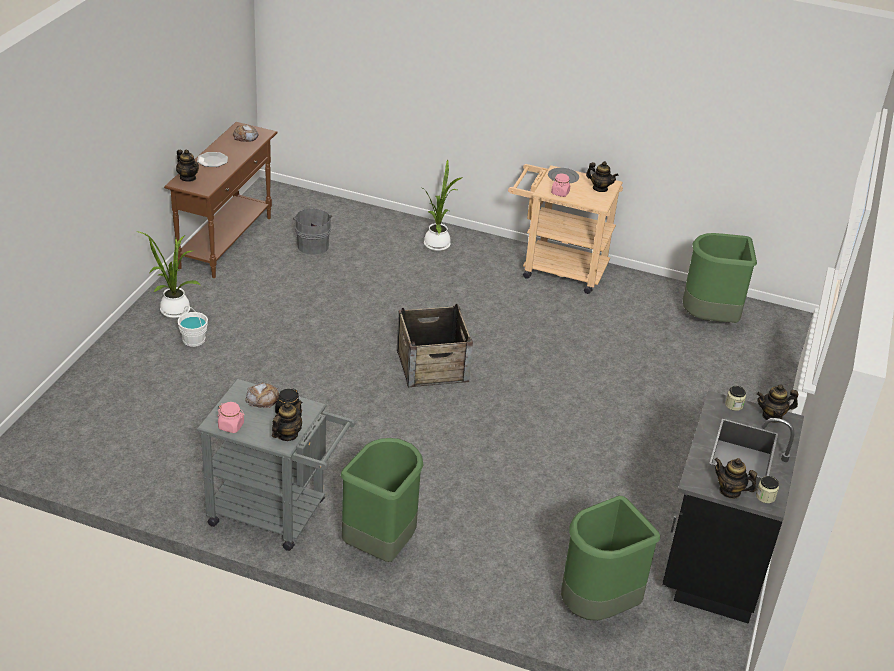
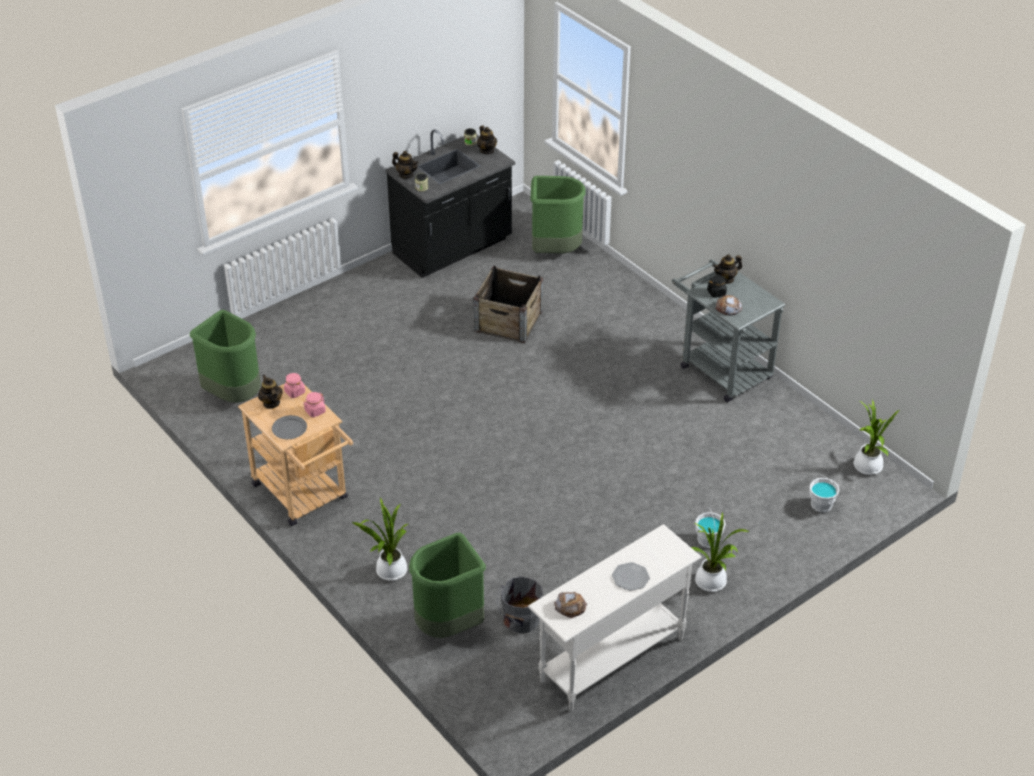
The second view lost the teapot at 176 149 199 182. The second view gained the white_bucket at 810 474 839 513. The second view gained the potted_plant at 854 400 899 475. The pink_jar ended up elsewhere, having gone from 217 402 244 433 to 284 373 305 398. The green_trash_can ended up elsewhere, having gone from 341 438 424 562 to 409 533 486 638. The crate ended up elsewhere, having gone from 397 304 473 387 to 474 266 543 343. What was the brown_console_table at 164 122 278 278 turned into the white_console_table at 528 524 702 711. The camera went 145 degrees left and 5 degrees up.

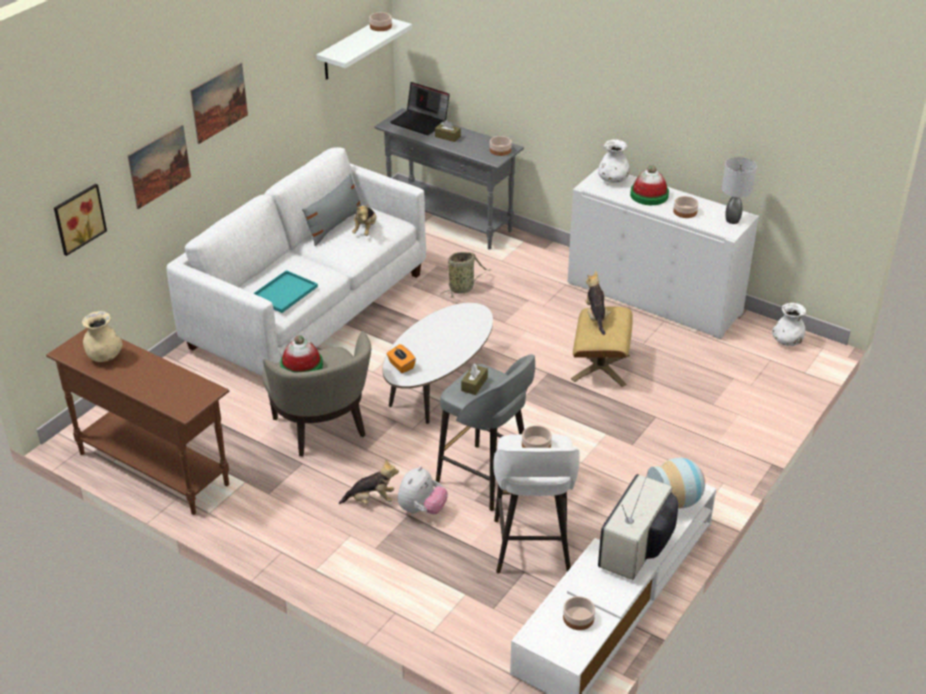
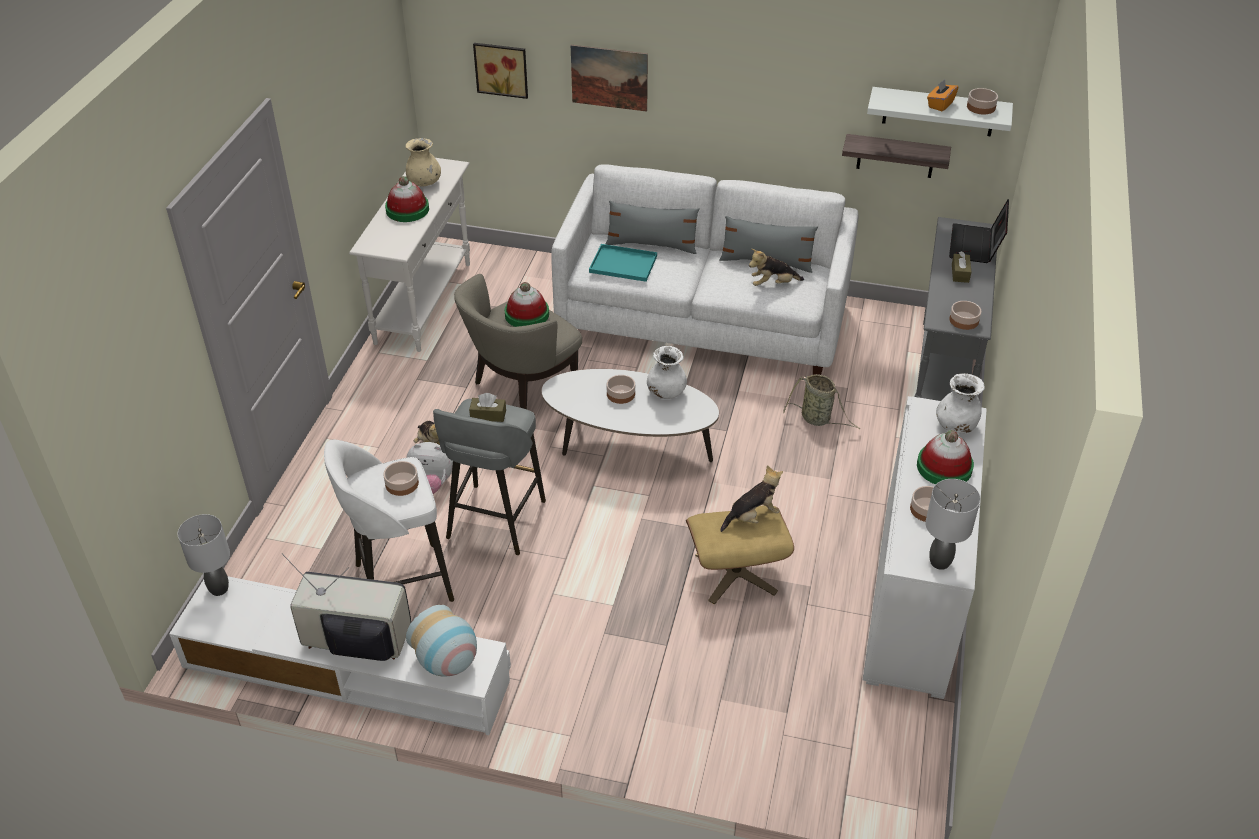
The second view lost the picture at 190 63 248 144. The second view gained the grey_table_lamp at 178 514 230 596. The second view gained the hat at 385 176 429 222. The second view gained the grey_pillow at 606 201 700 254. The second view gained the shelf at 842 134 951 178. The orange_tissue_box ended up elsewhere, having gone from 386 344 416 373 to 927 79 959 111. The bowl ended up elsewhere, having gone from 563 596 595 630 to 606 375 635 404. The white_vase ended up elsewhere, having gone from 772 303 806 346 to 647 346 687 399. What was the brown_console_table at 46 328 229 515 turned into the white_console_table at 349 158 470 352. The camera went 70 degrees right and 5 degrees up.

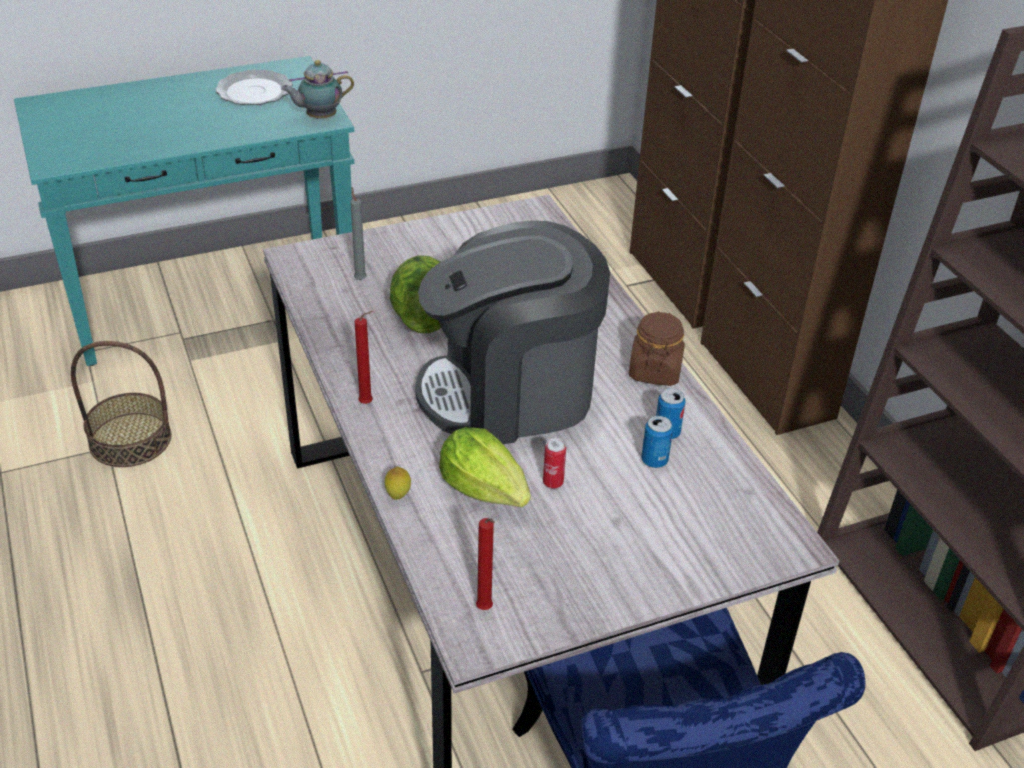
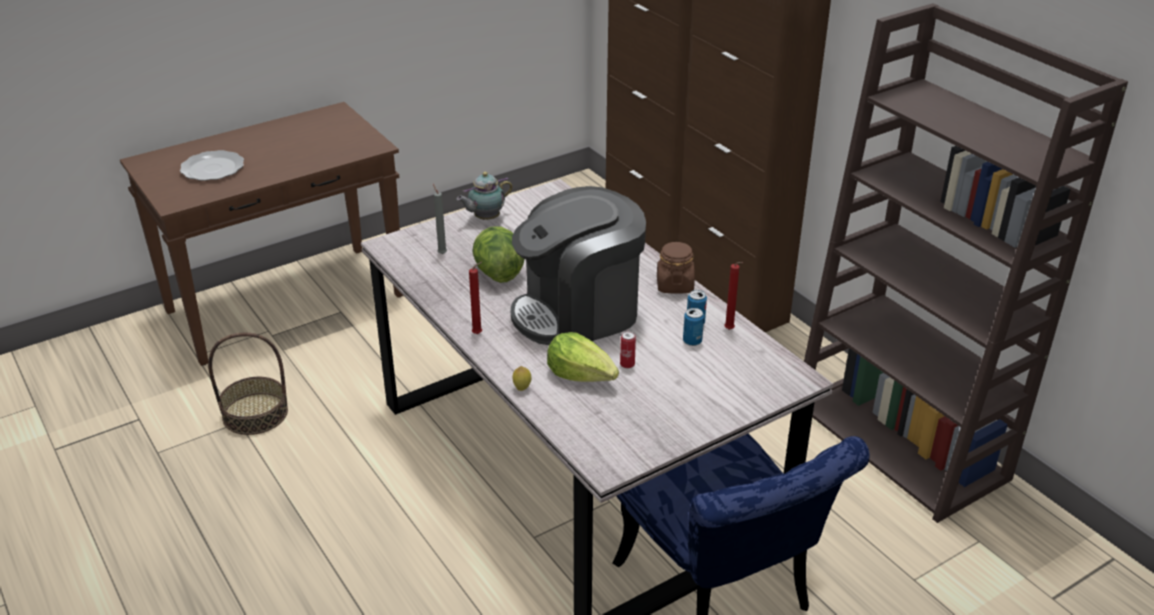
The plate ended up elsewhere, having gone from 216 70 293 105 to 180 150 244 181. The teapot ended up elsewhere, having gone from 281 60 354 119 to 457 172 513 220. The red_candle ended up elsewhere, having gone from 476 518 495 610 to 724 262 743 330. What was the turquoise_console_table at 14 56 354 366 turned into the brown_console_table at 120 102 404 366. The camera went 10 degrees left and 5 degrees down.

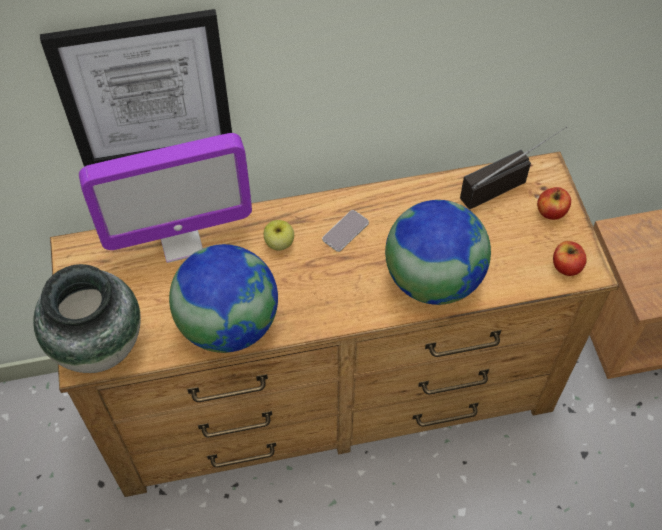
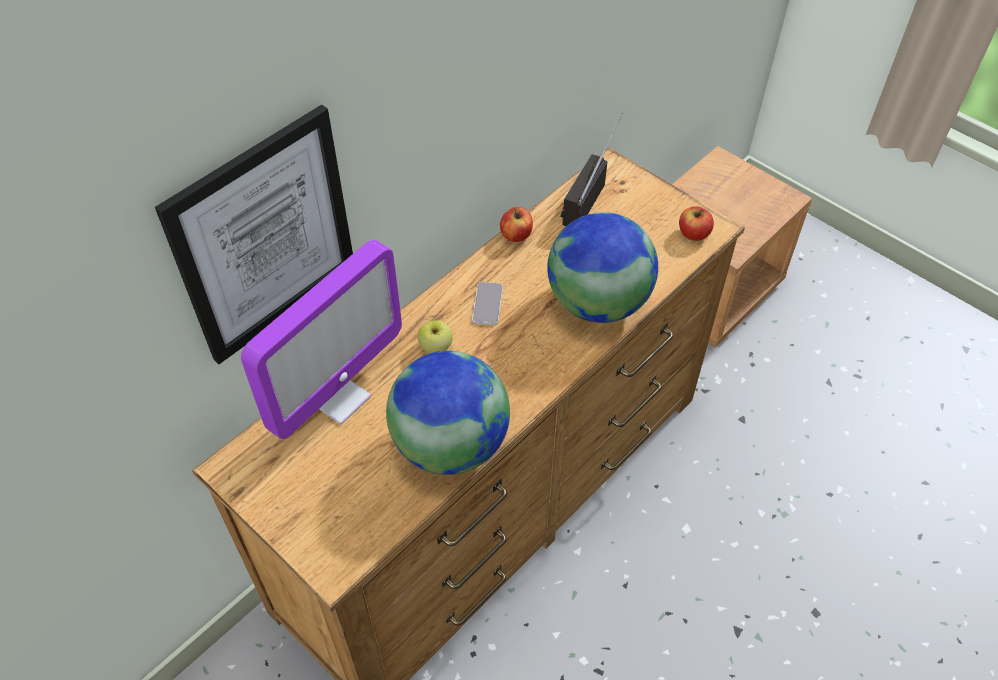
The second view lost the vase at 33 264 141 373. The apple ended up elsewhere, having gone from 537 187 571 220 to 500 207 533 242. The camera went 35 degrees left and 5 degrees down.

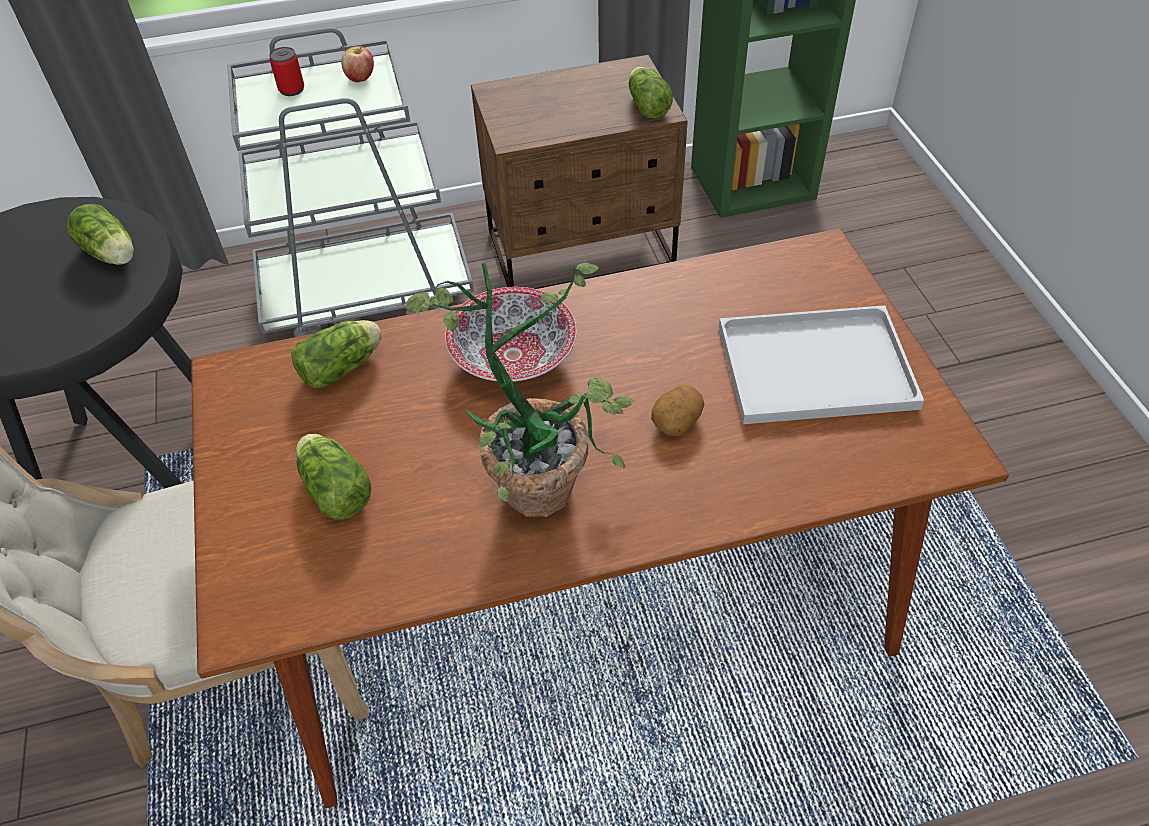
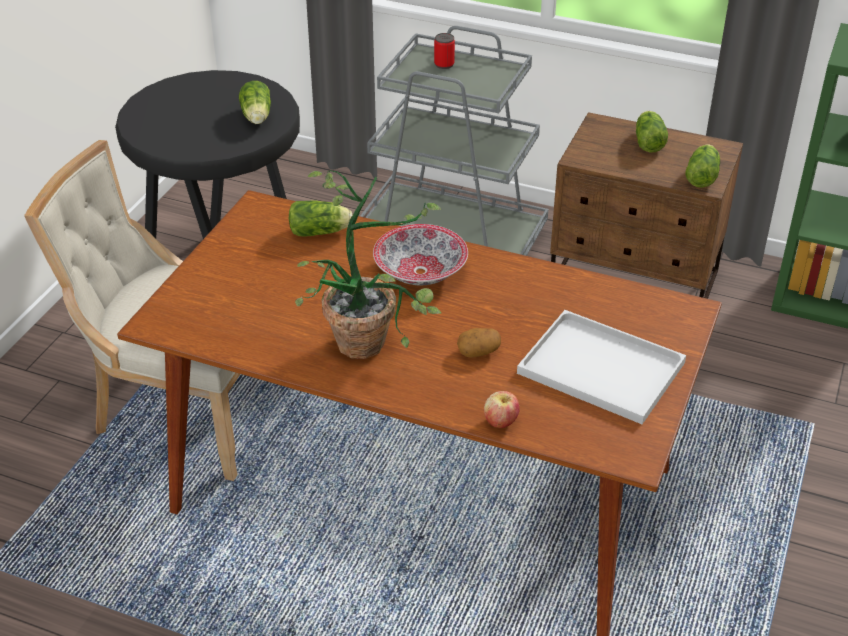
The lettuce ended up elsewhere, having gone from 296 434 371 519 to 636 111 668 153. The apple ended up elsewhere, having gone from 341 46 374 82 to 484 391 520 428. The camera went 35 degrees right and 10 degrees down.

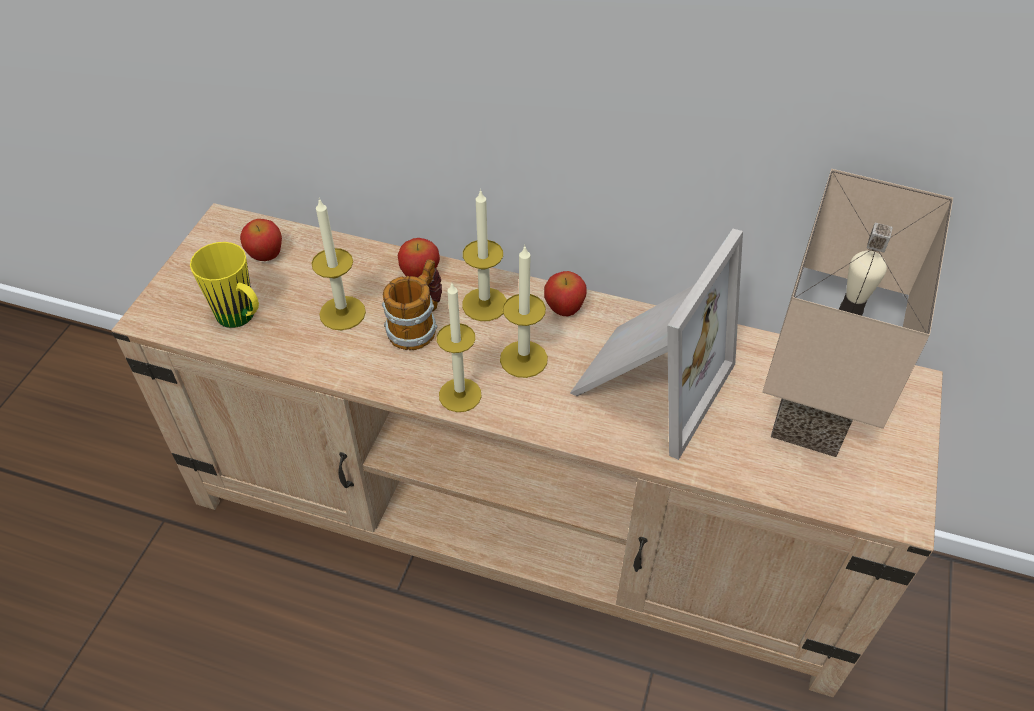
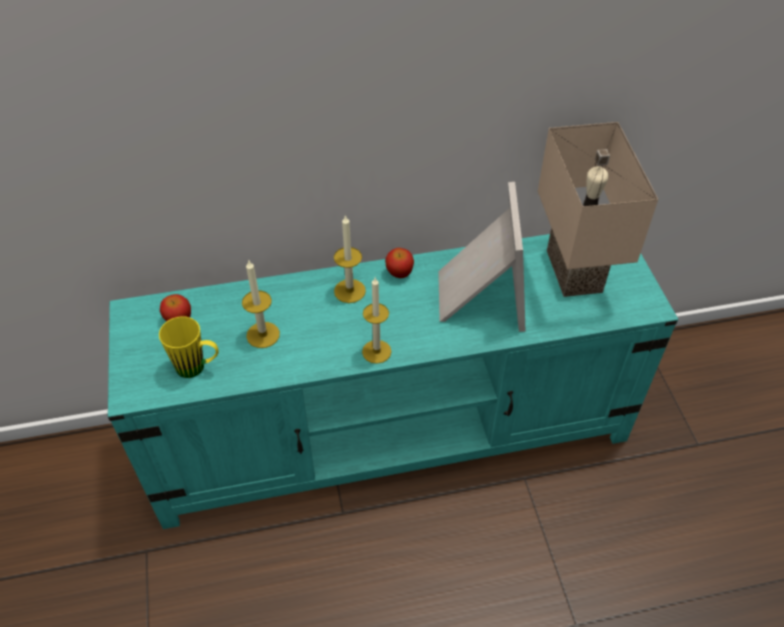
The second view lost the mug at 382 259 442 350. The second view lost the apple at 398 238 440 277. The second view lost the candle at 500 245 548 378. What was the beige_tv_stand at 111 203 943 697 turned into the turquoise_tv_stand at 108 234 678 529. The camera went 30 degrees left and 0 degrees up.

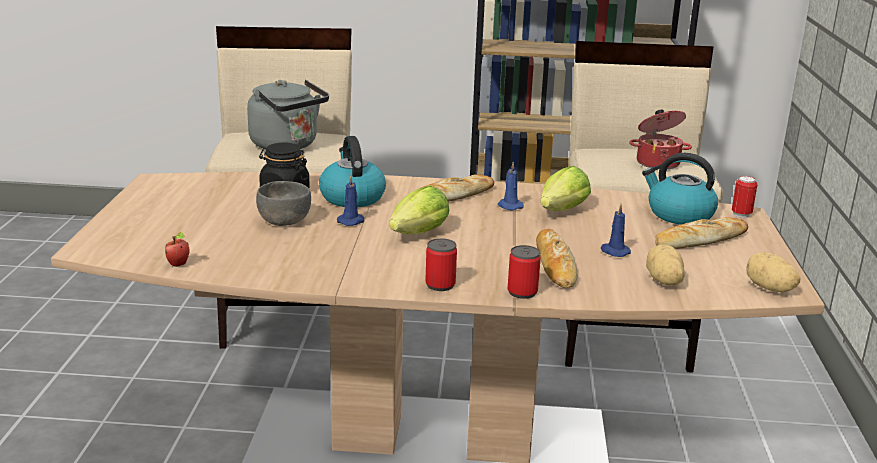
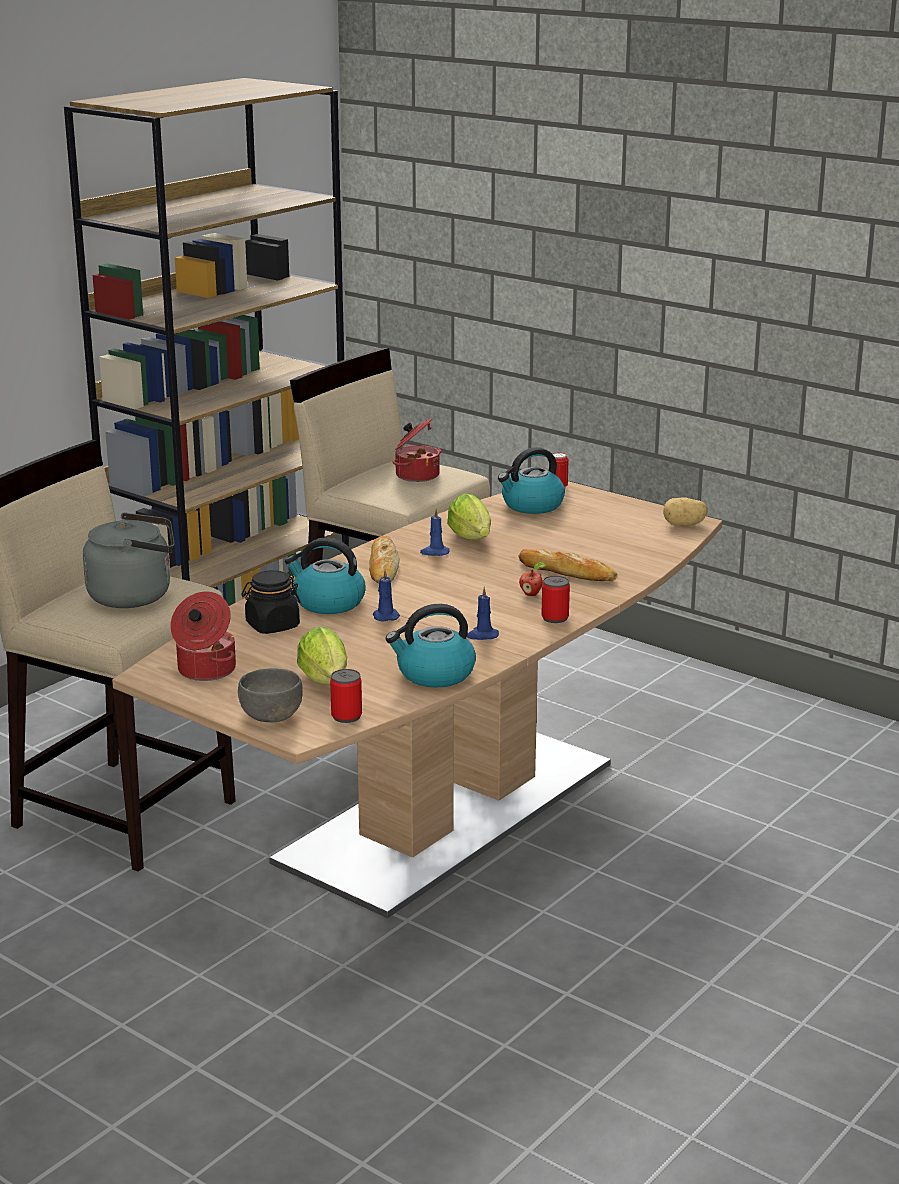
The second view lost the potato at 646 245 685 286. The second view lost the bread at 655 217 748 249. The second view gained the cooking_pot at 170 592 236 681. The second view gained the kettle at 385 604 476 688. The apple ended up elsewhere, having gone from 165 232 189 267 to 519 562 546 596. The grey_bowl ended up elsewhere, having gone from 256 181 311 226 to 238 668 303 722. The lettuce ended up elsewhere, having gone from 389 185 449 235 to 297 627 347 685. The can ended up elsewhere, having gone from 508 245 541 299 to 330 669 362 723. The blue_candle ended up elsewhere, having gone from 601 204 631 257 to 467 587 499 640. The camera went 55 degrees left and 0 degrees up.

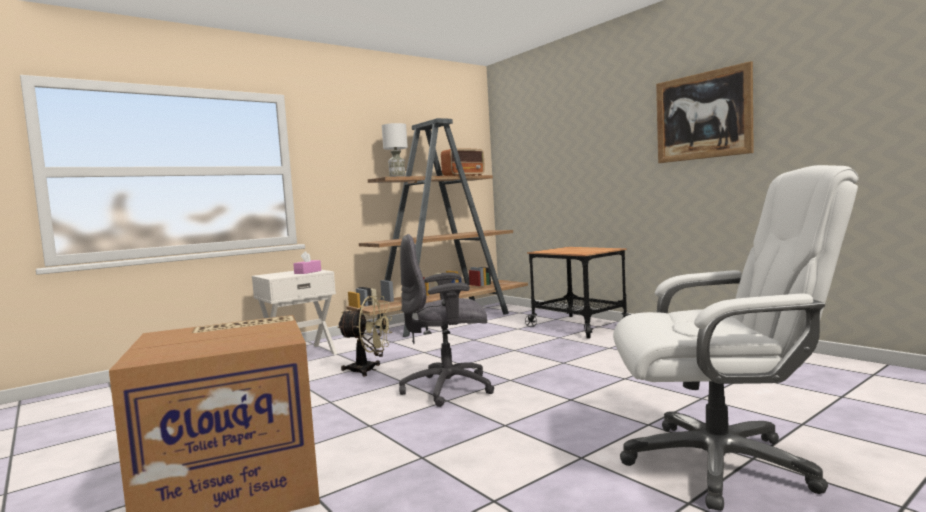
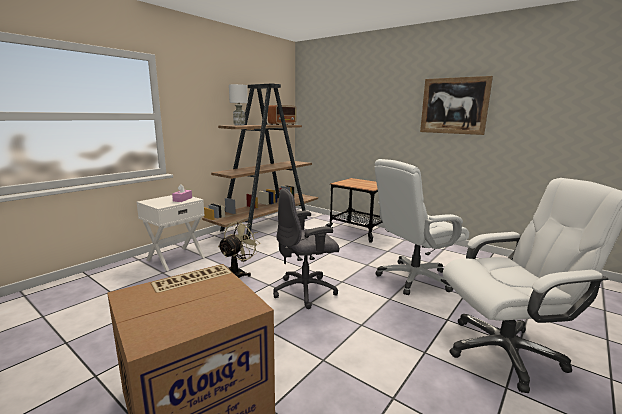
The second view gained the white_office_chair at 374 159 469 295. The beige_fan at 337 296 392 377 ended up facing another way, 60 degrees counterclockwise from before. The camera went 15 degrees left and 10 degrees up.

